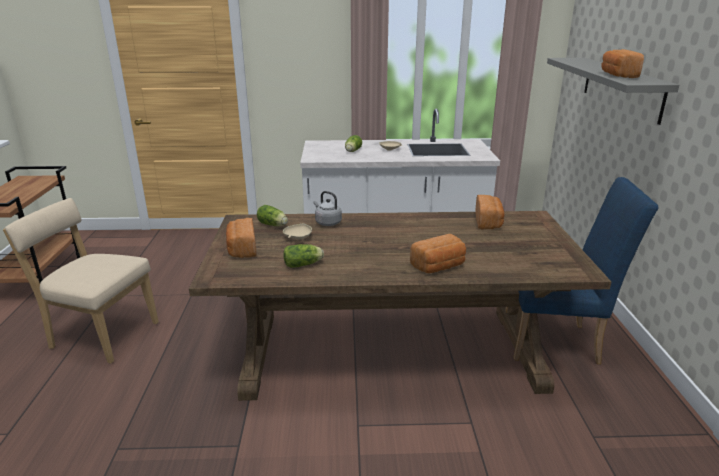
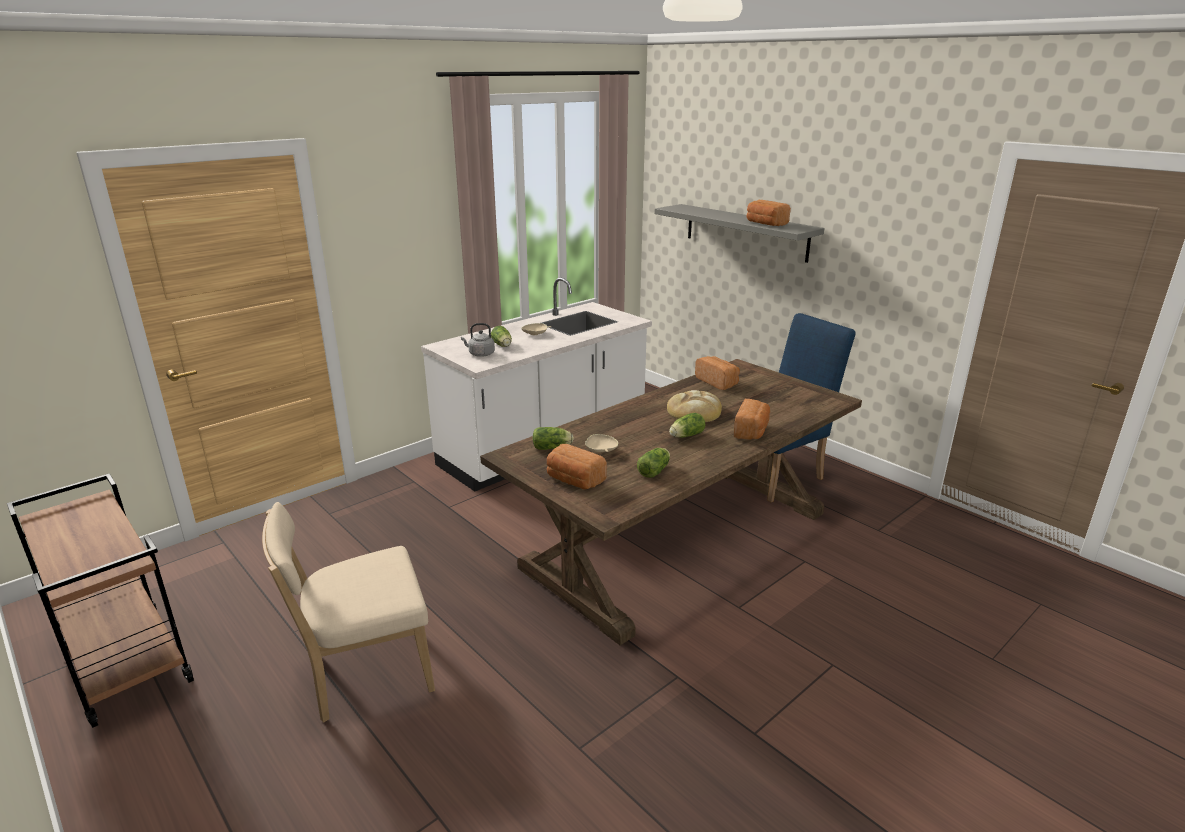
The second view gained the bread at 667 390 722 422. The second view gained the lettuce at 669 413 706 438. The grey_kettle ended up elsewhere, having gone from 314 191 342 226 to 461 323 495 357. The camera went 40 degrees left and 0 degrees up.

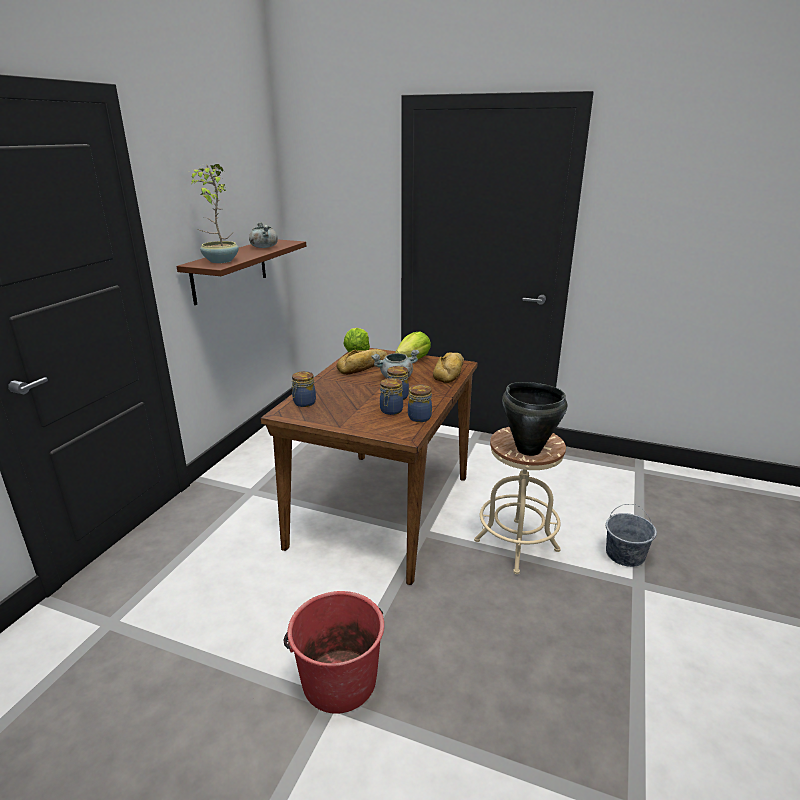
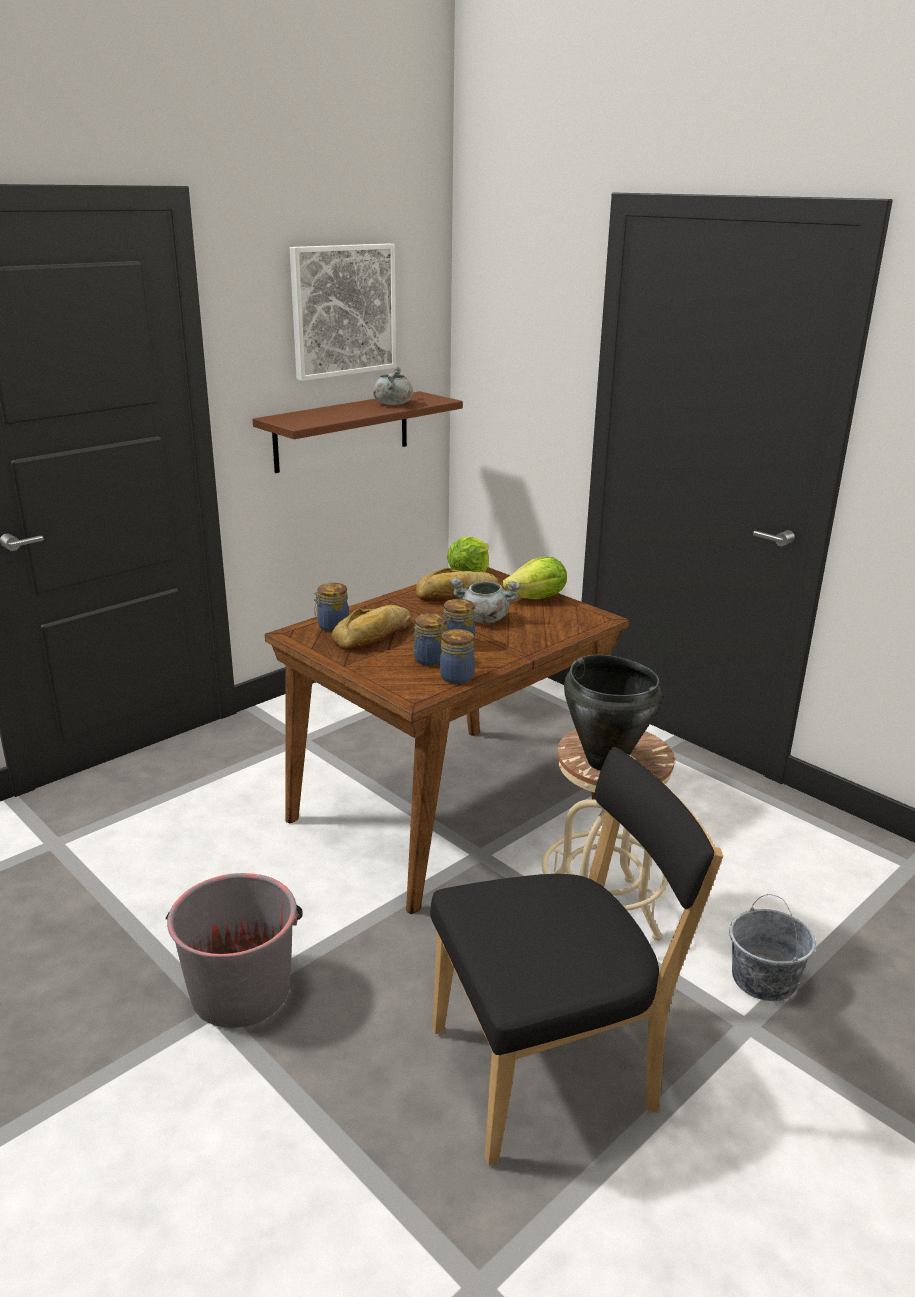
The second view lost the potted_plant at 191 164 239 263. The second view gained the picture at 290 243 396 381. The second view gained the black_chair at 430 747 723 1166. The bread ended up elsewhere, having gone from 433 352 464 383 to 332 605 412 651. What was the red_bucket at 283 591 384 714 turned into the grey_bucket at 166 873 303 1028. The camera went 25 degrees right and 0 degrees up.

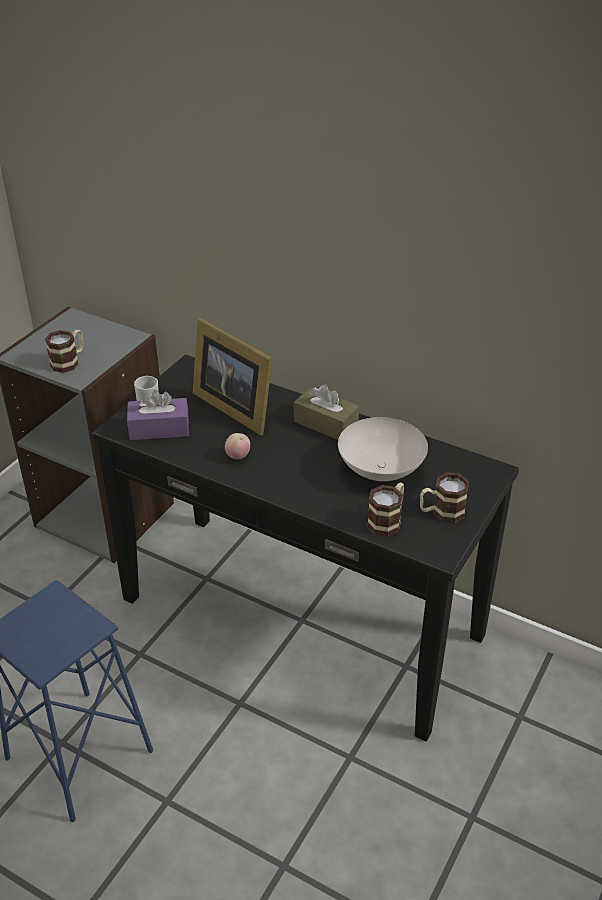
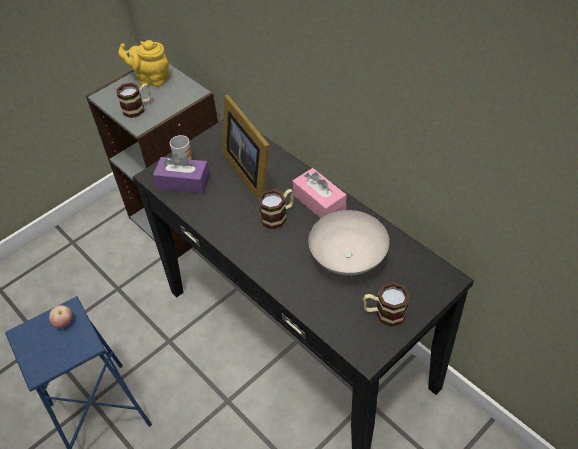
The second view gained the yellow_teapot at 118 40 169 87. The apple ended up elsewhere, having gone from 225 433 250 459 to 49 305 72 329. The mug ended up elsewhere, having gone from 367 483 404 537 to 258 189 294 229. What was the brown_tissue_box at 294 384 359 440 turned into the pink_tissue_box at 293 168 346 218. The camera went 20 degrees right and 10 degrees up.

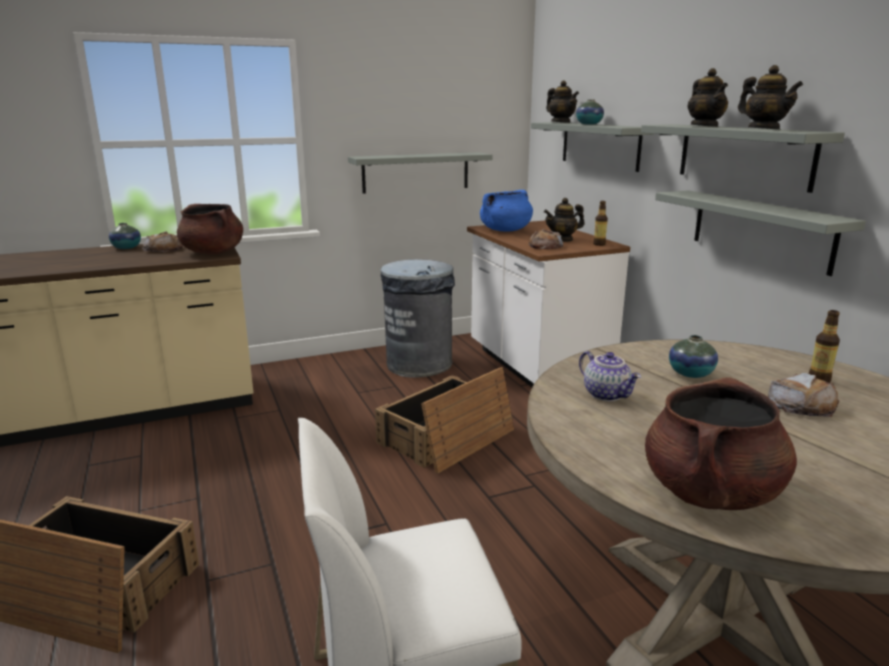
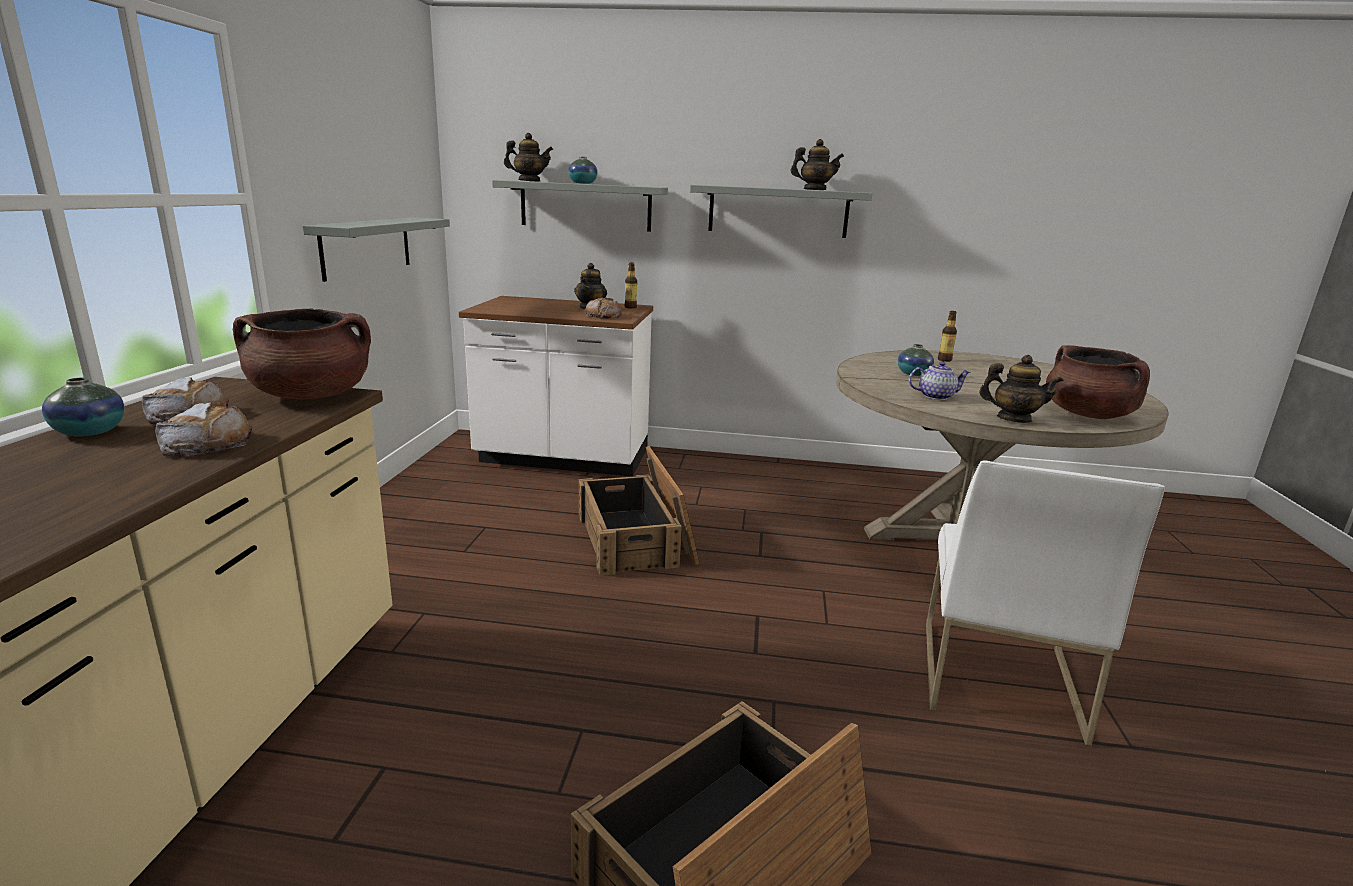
The second view lost the grey_trash_can at 381 259 455 378. The second view lost the blue_cooking_pot at 480 190 533 232. The second view lost the grey_shelf at 655 190 866 276. The teapot ended up elsewhere, having gone from 687 68 728 127 to 979 355 1064 423. The bread ended up elsewhere, having gone from 768 373 839 417 to 155 402 252 456. The camera went 60 degrees left and 0 degrees up.

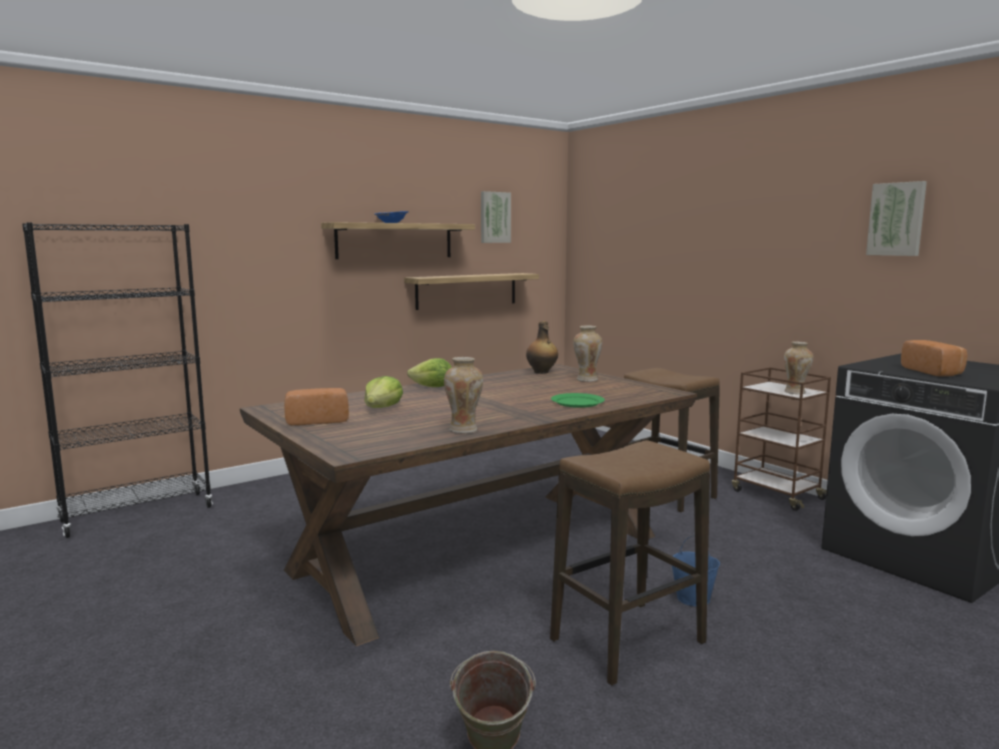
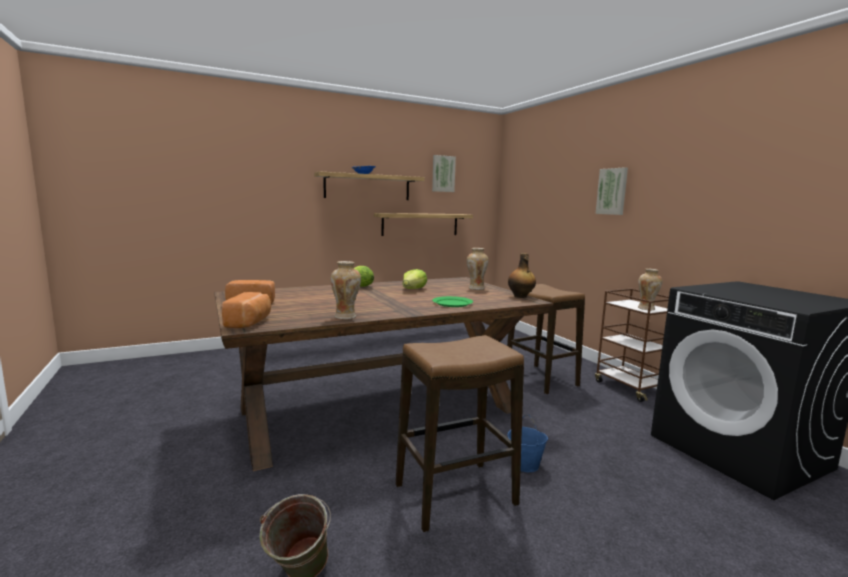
The second view lost the black_bookcase at 22 222 213 538. The lettuce ended up elsewhere, having gone from 364 376 403 408 to 402 269 427 289. The bottle ended up elsewhere, having gone from 526 321 558 374 to 508 253 536 298. The picture ended up elsewhere, having gone from 866 181 927 256 to 596 167 628 215. The bread ended up elsewhere, having gone from 901 340 967 376 to 222 292 271 328. The camera went 10 degrees right and 0 degrees up.

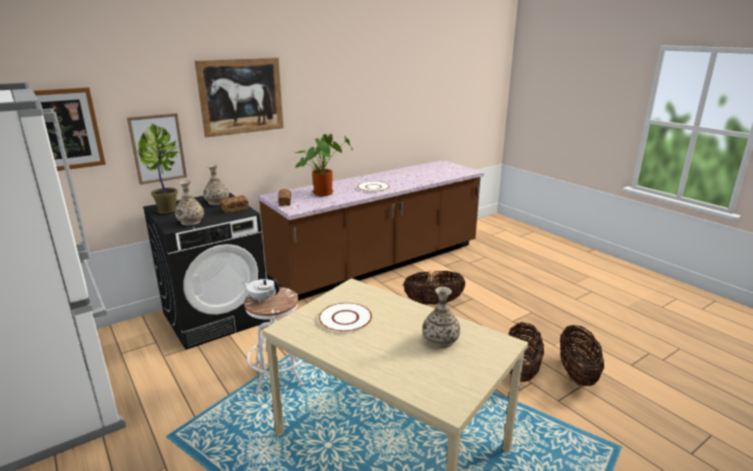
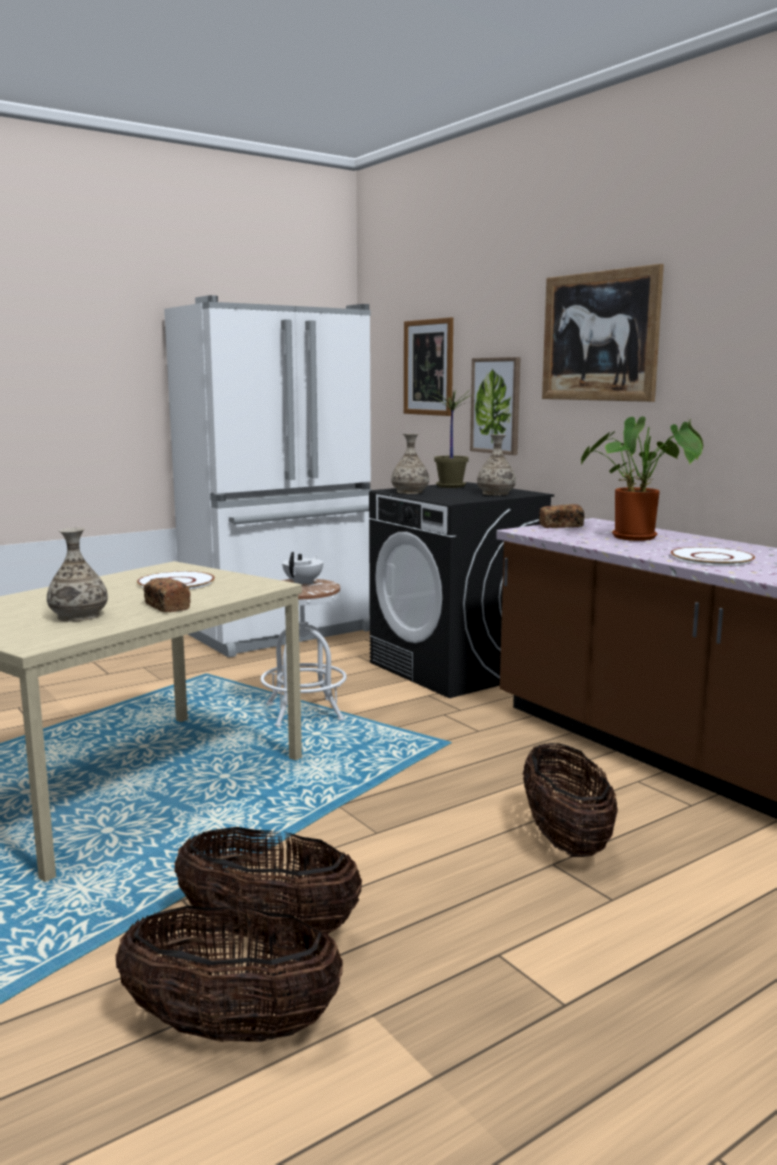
The bread ended up elsewhere, having gone from 221 195 249 214 to 144 578 191 612. The camera went 90 degrees right and 10 degrees down.

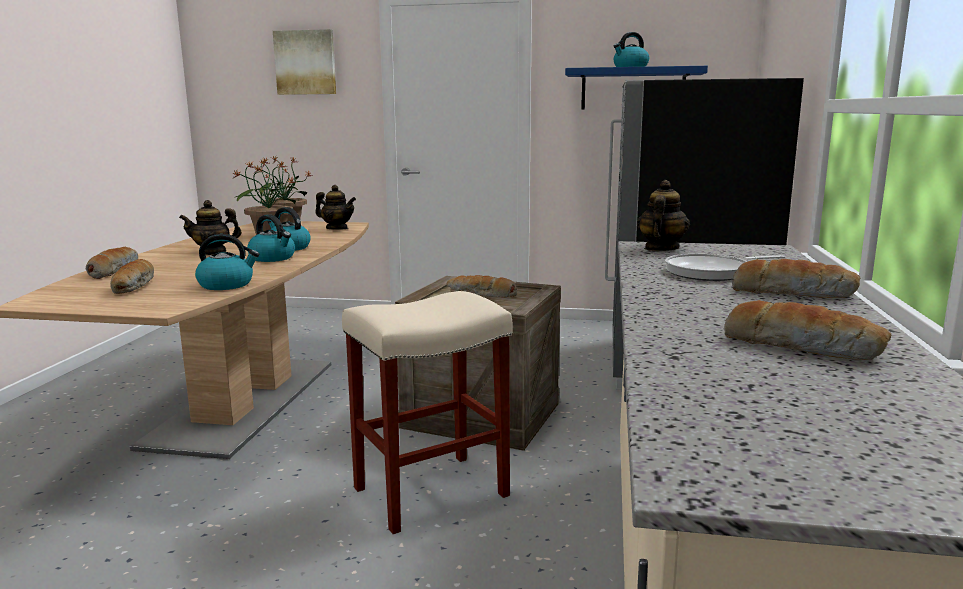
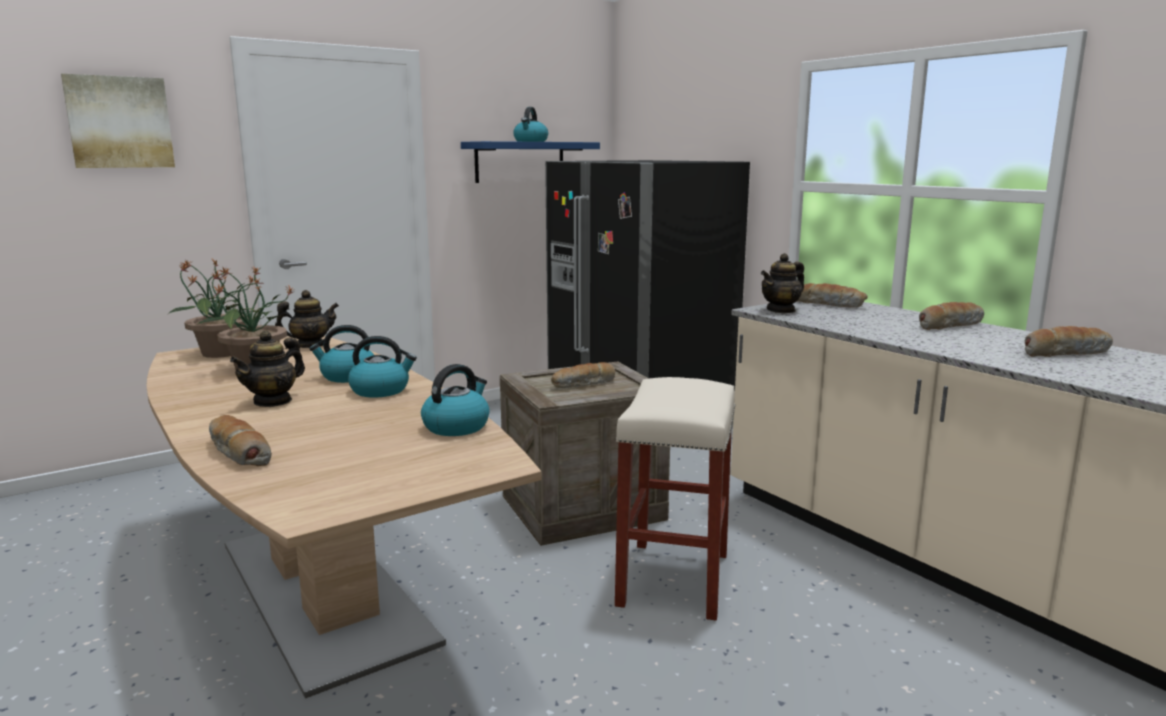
The second view lost the frying_pan at 665 254 785 281. The bread ended up elsewhere, having gone from 110 259 154 294 to 797 283 867 307. The teapot at 637 180 690 251 ended up facing another way, 105 degrees counterclockwise from before. The camera went 45 degrees left and 0 degrees up.

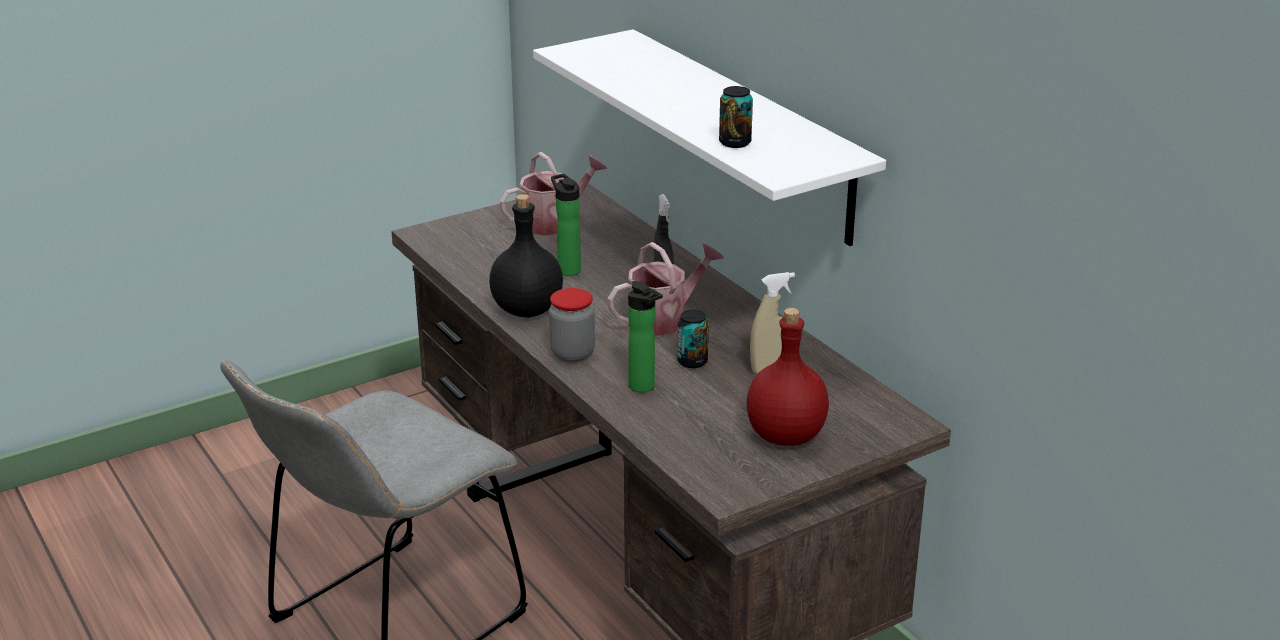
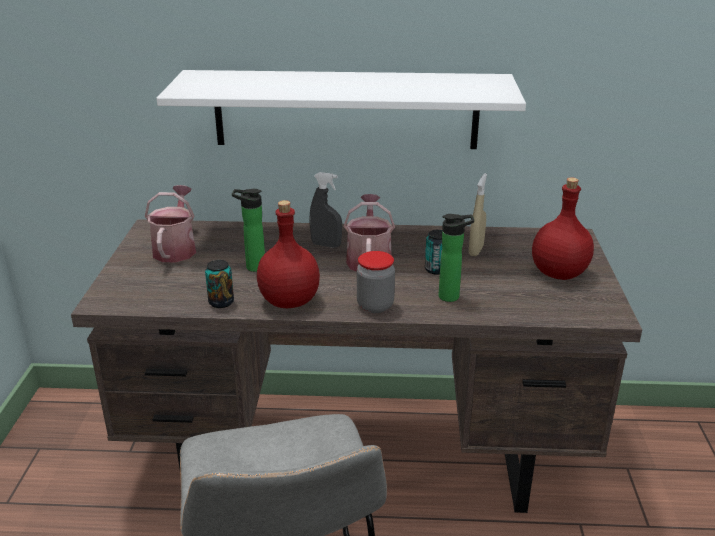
The can ended up elsewhere, having gone from 719 86 753 148 to 205 260 234 308. What was the black_bottle at 489 194 563 318 turned into the red_bottle at 257 200 320 308. The camera went 55 degrees left and 0 degrees up.

